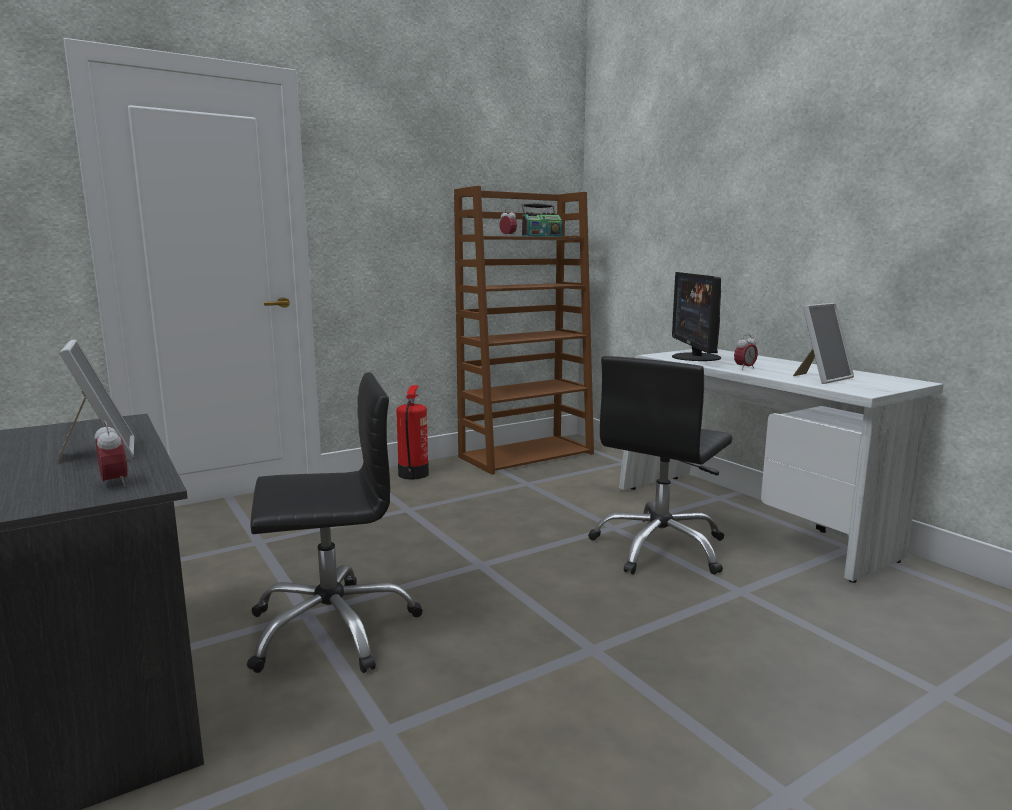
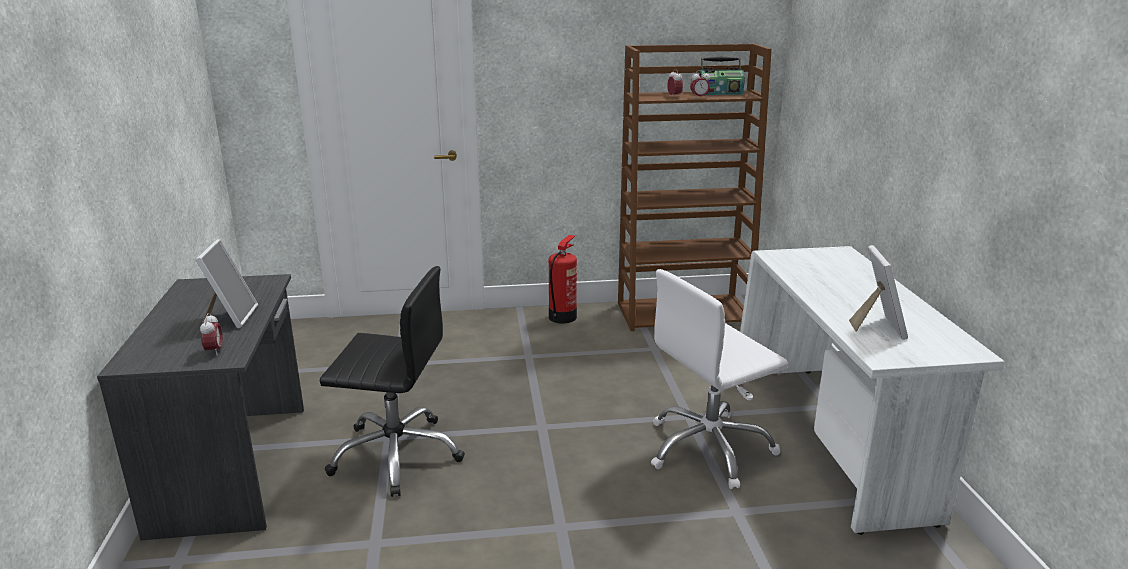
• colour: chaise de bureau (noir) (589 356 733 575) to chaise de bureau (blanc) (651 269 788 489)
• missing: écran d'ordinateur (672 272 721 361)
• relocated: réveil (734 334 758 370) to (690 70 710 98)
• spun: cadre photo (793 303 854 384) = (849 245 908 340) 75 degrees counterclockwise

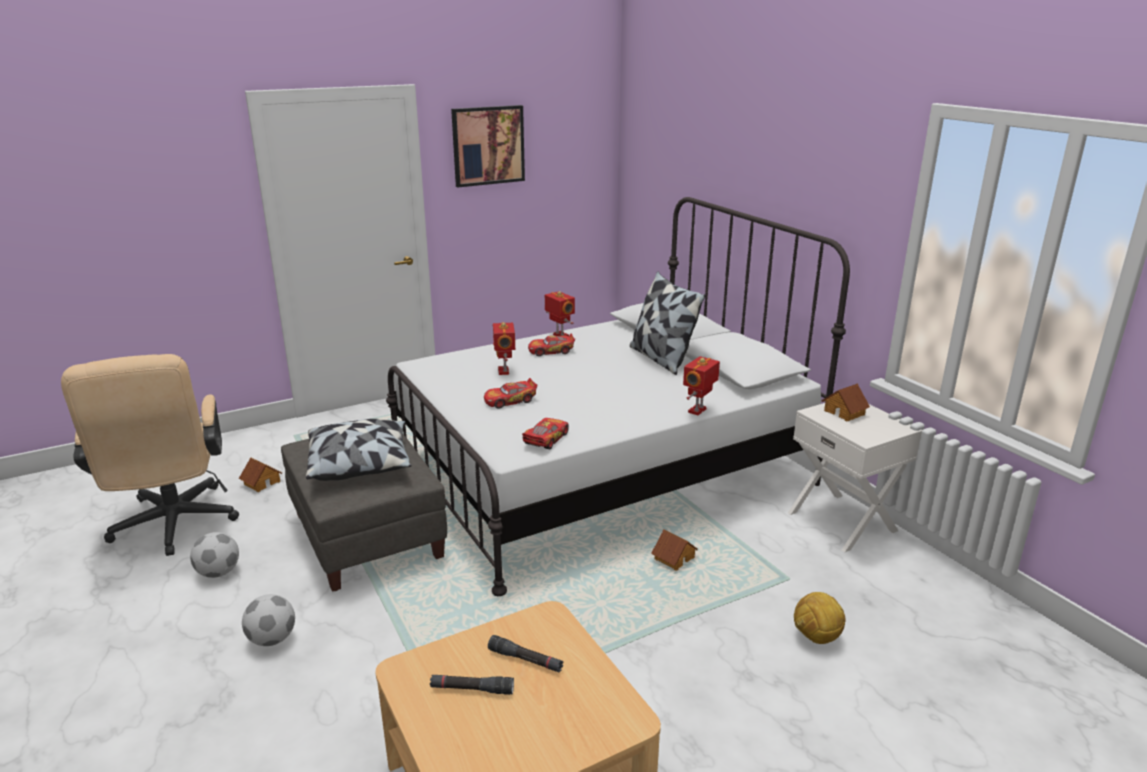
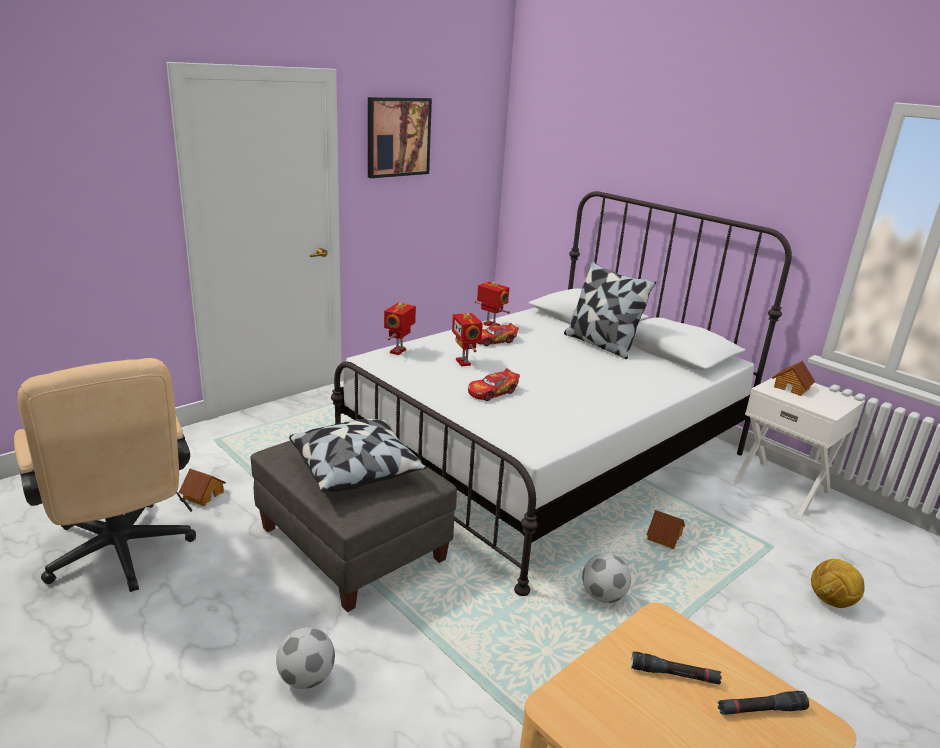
• relocated: ballon de foot (190 532 239 578) to (582 553 631 603)
• relocated: lampe de poche (noir) (430 675 514 695) to (718 691 809 715)
• missing: petite voiture (522 418 569 449)
• relocated: robot jouet (683 356 720 415) to (384 303 416 355)

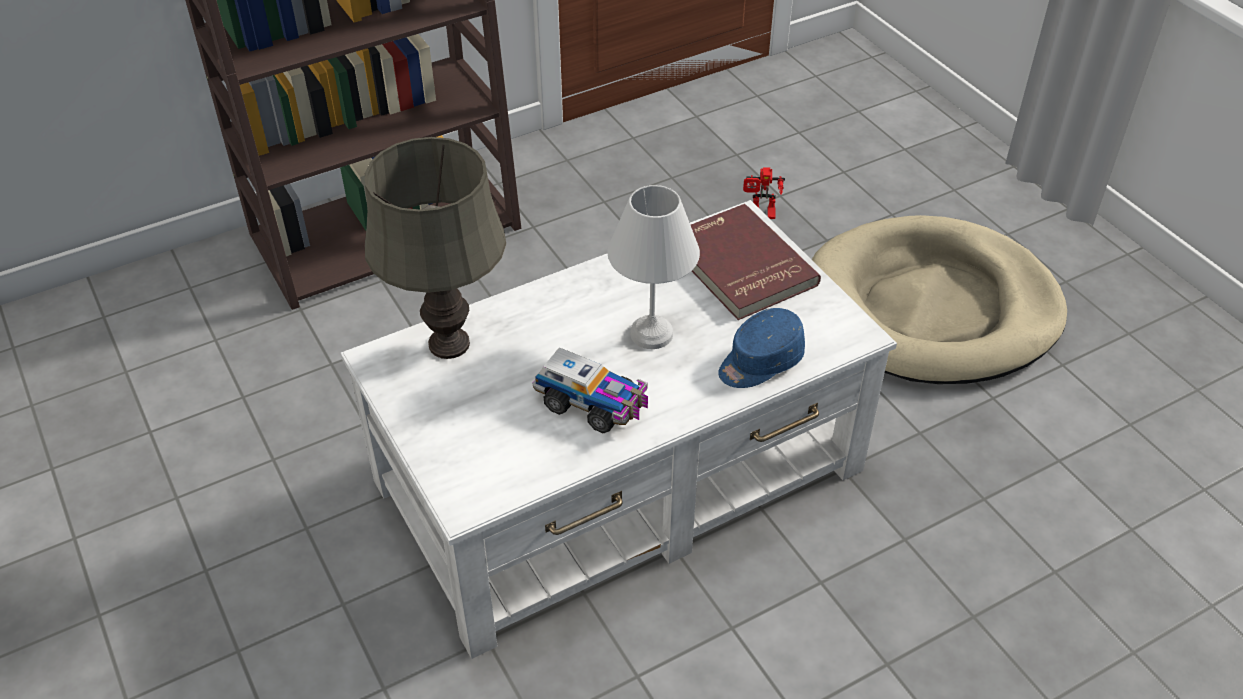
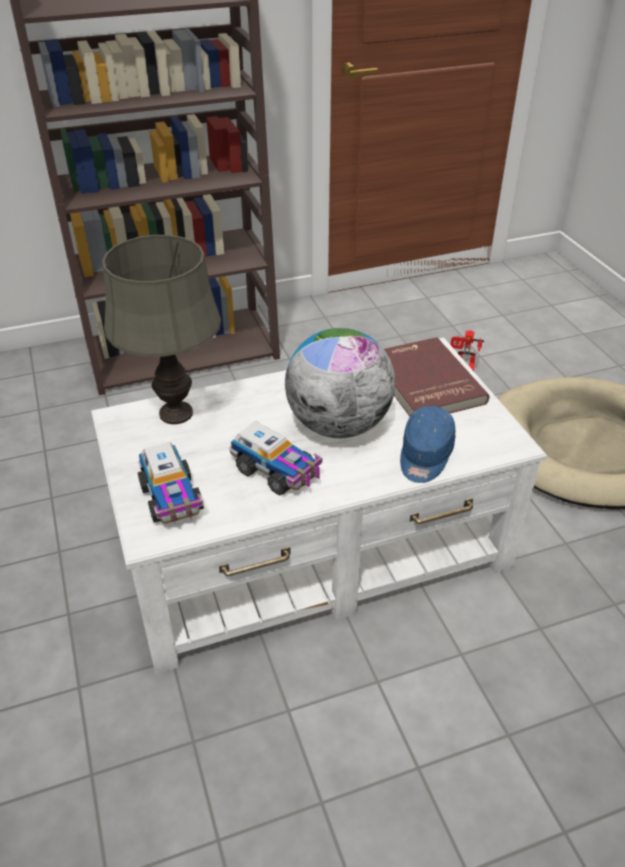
• exchanged: lampe de table (blanc) (608 185 700 349) to globe (285 328 395 438)
• spun: casquette (bleu) (718 308 805 388) = (400 406 456 483) 45 degrees counterclockwise
• appeared: camion jouet (138 442 204 524)

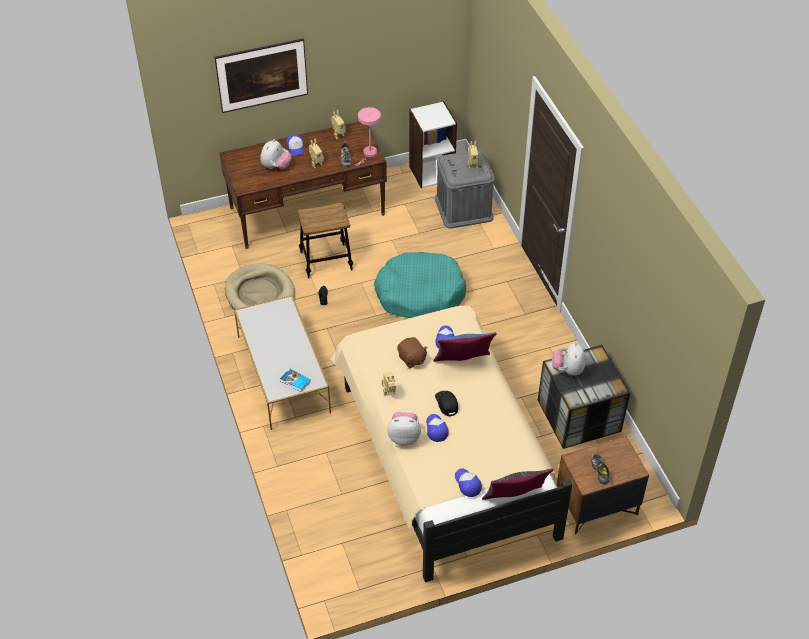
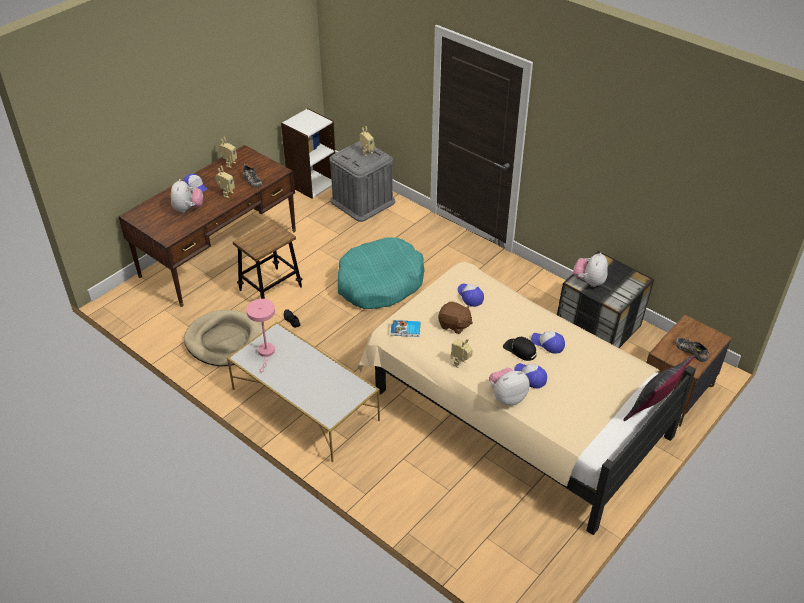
• missing: tableau (215 39 308 113)
• relocated: livre (280 368 311 392) to (391 320 420 337)
• relocated: lampe de table (rose) (356 107 381 166) to (246 299 275 372)
• missing: coussin (bleu) (433 332 497 362)
• relocated: casquette (455 468 482 497) to (531 331 565 354)
• spun: peluche (552 343 585 375) = (573 252 608 287) 45 degrees clockwise

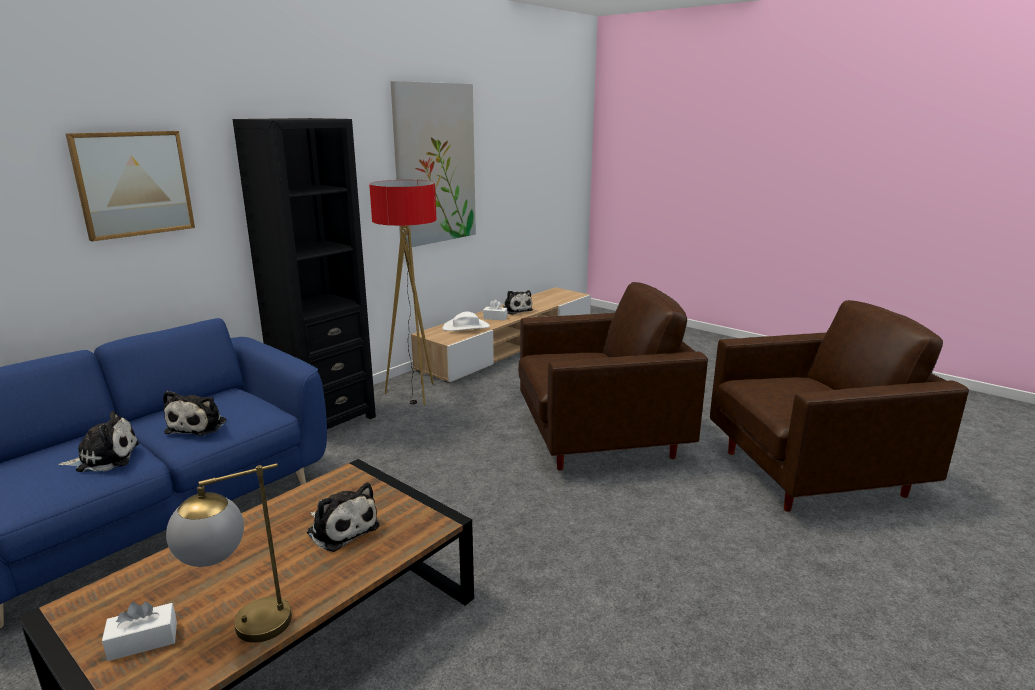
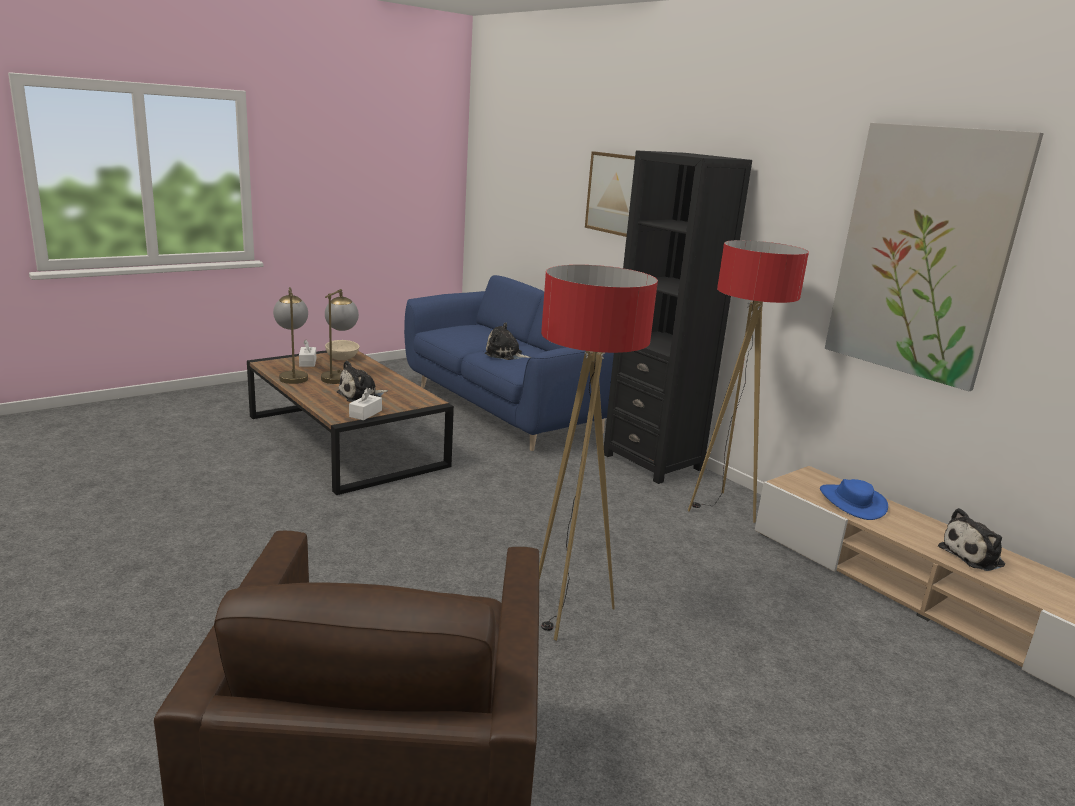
• missing: peluche (58 411 139 472)
• colour: chapeau (blanc) (442 311 490 331) to chapeau (bleu) (820 479 888 520)
• relocated: boîte à mouchoirs (blanc) (483 300 507 320) to (349 388 382 420)
• exchanged: fauteuil (marron) (518 282 708 470) to lampadaire (539 265 658 641)
• appeared: lampe de table (321 289 359 384)
• appeared: bol (beige) (325 340 359 360)

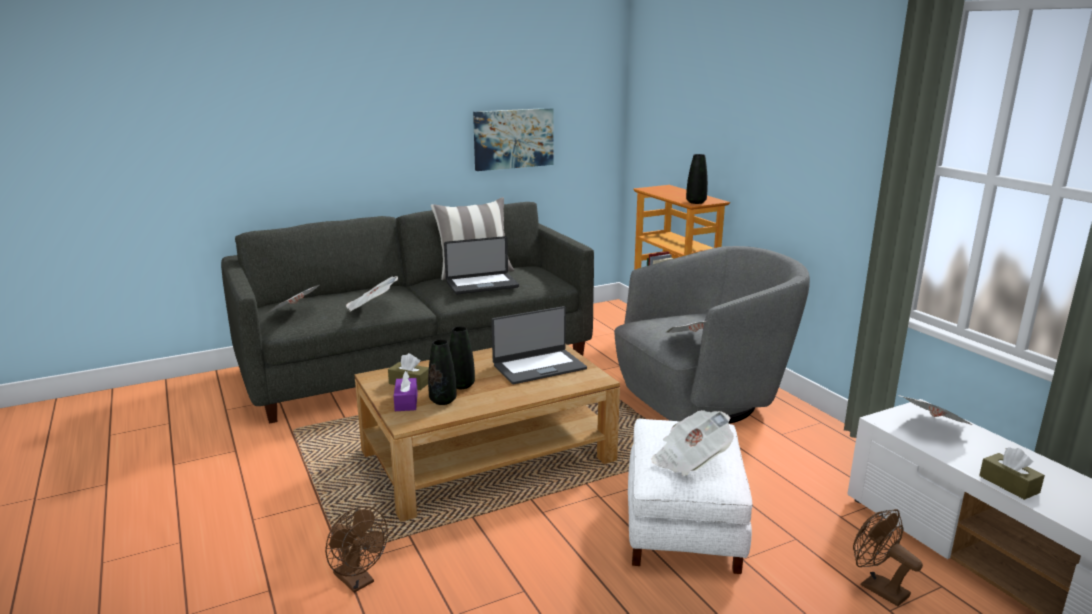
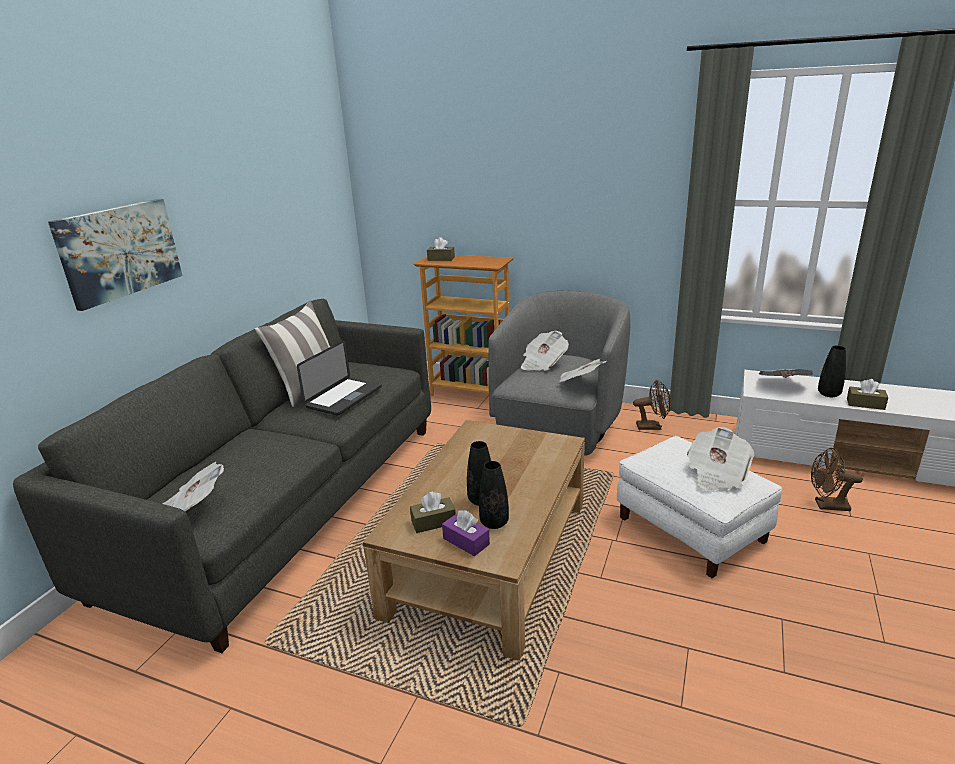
• relocated: ventilateur (marron) (325 506 388 593) to (633 380 671 430)
• relocated: journal (346 276 398 312) to (521 331 569 371)
• relocated: tableau (473 108 554 171) to (48 199 182 311)
• missing: ordinateur portable (492 306 587 384)
• relocated: vase (noir) (686 154 708 204) to (818 346 846 397)
• appeared: boîte à mouchoirs (marron) (427 237 455 261)

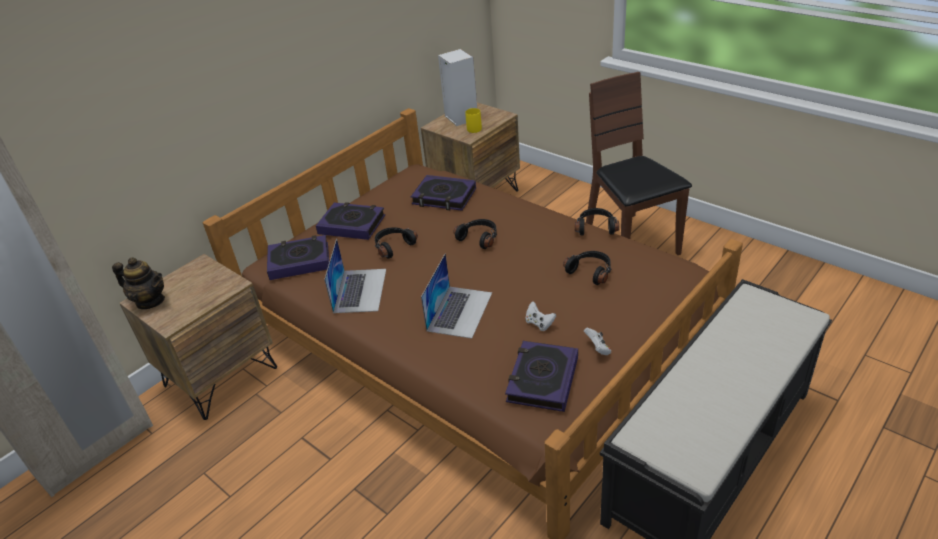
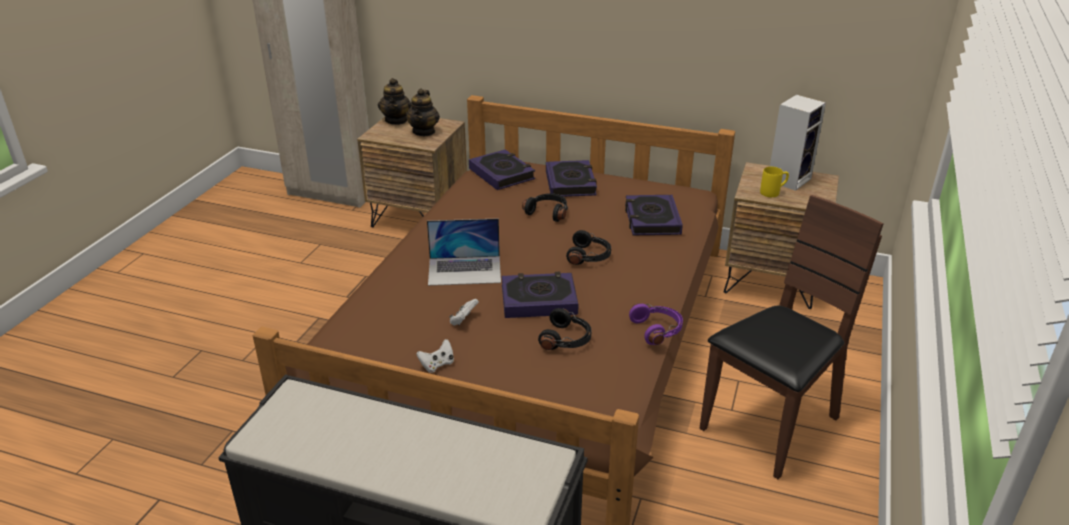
• missing: ordinateur portable (324 239 386 313)
• relocated: livre (505 341 578 412) to (502 272 578 318)
• colour: casque audio (noir) (575 208 619 236) to casque audio (violet) (629 304 683 345)
• appeared: théière (406 88 440 136)

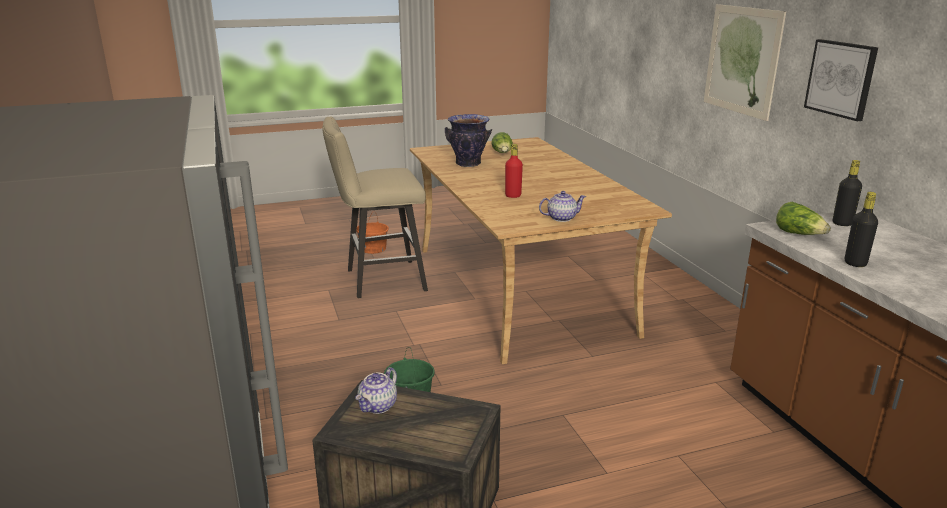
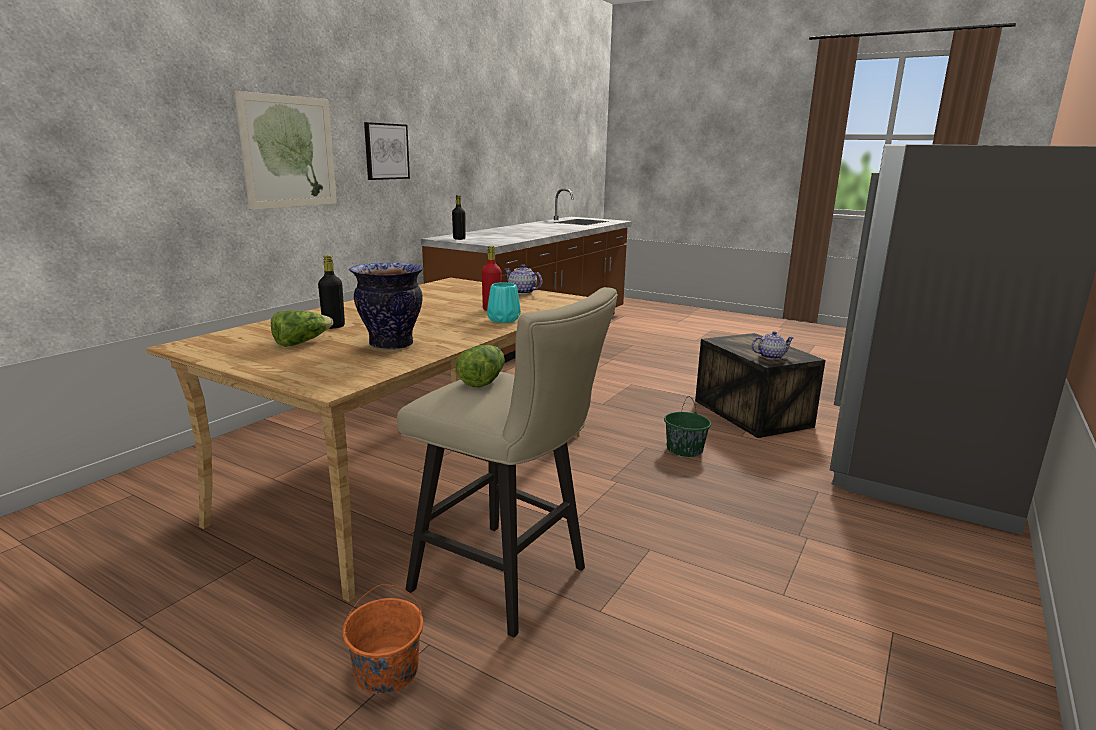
• relocated: laitue (776 202 831 235) to (456 345 505 388)
• relocated: bouteille (noir) (845 192 878 267) to (318 255 345 329)
• appeared: vase (turquoise) (487 282 521 323)

